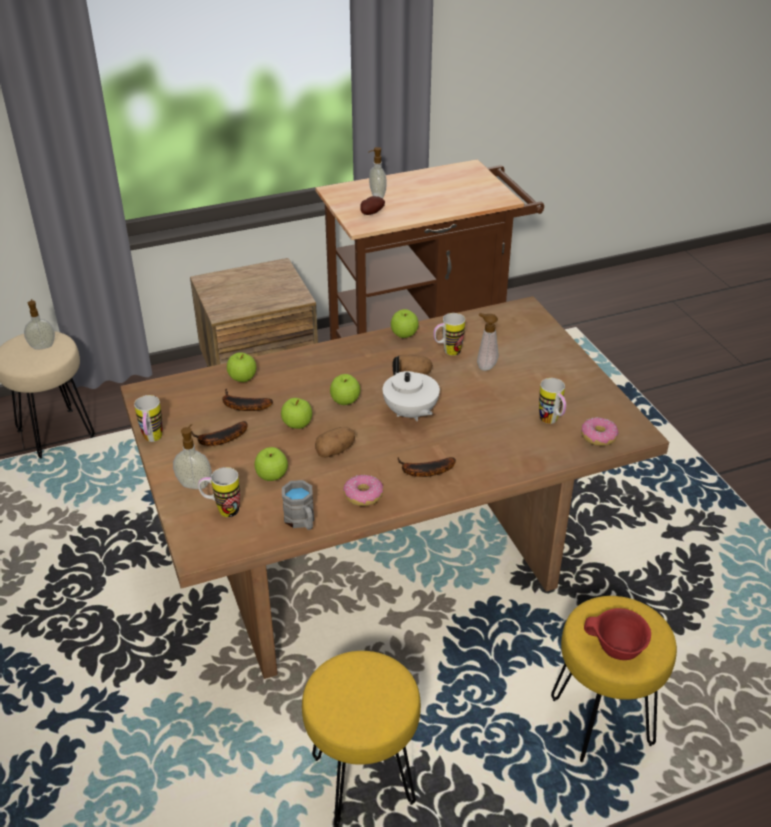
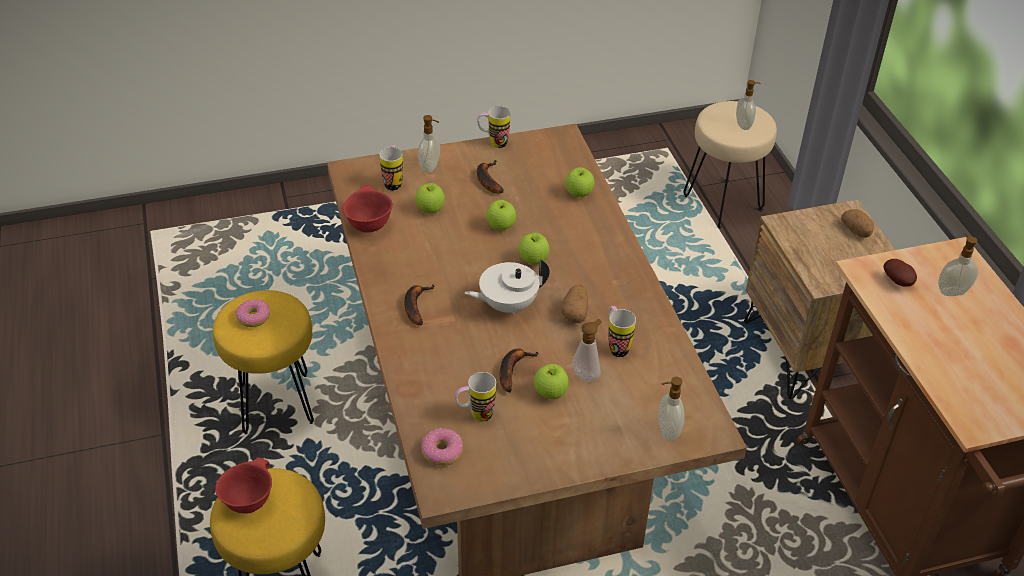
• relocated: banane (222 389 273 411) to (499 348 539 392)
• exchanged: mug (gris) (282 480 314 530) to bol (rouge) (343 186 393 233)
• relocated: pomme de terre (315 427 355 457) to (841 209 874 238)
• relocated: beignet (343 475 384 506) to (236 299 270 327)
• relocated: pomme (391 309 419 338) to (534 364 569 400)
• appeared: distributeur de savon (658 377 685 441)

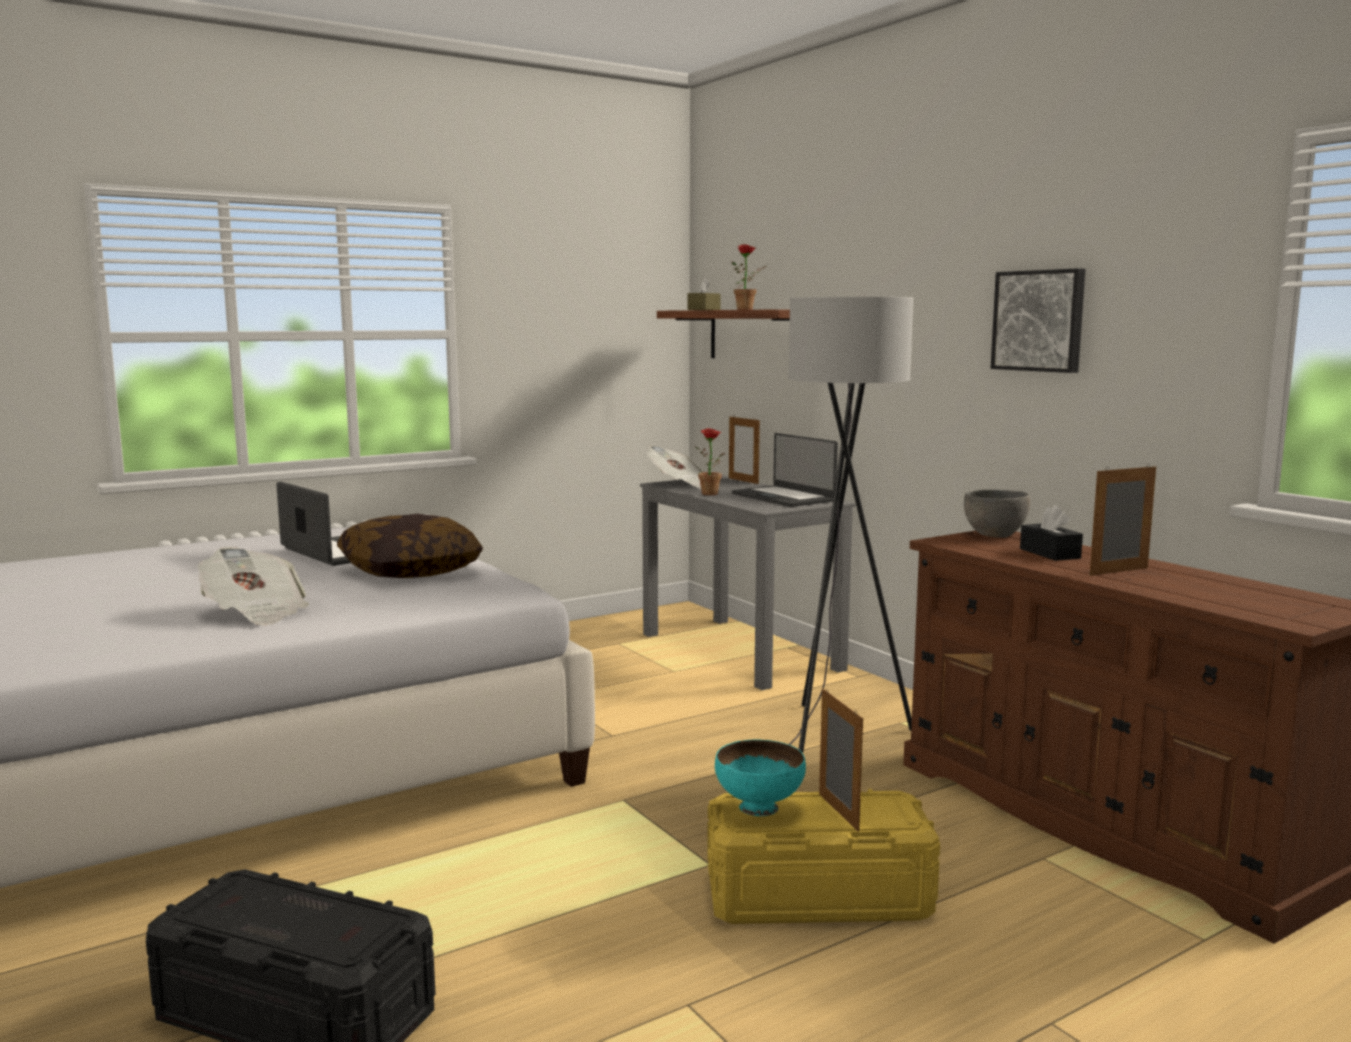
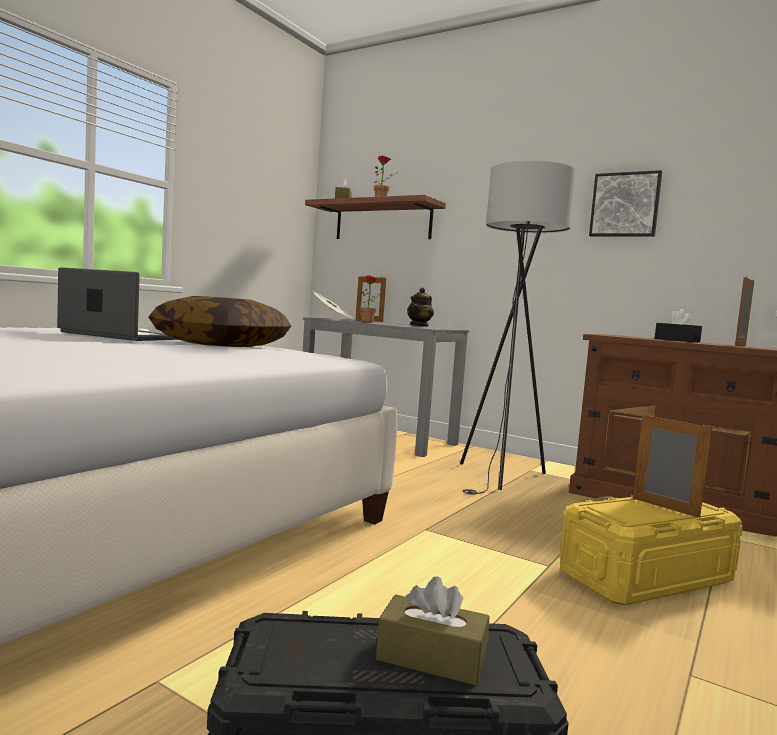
• missing: journal (197 547 309 626)
• missing: bol (turquoise) (715 739 806 816)
• exchanged: ordinateur portable (732 433 838 507) to théière (407 287 434 327)
• missing: bol (gris) (964 490 1030 538)
• appeared: boîte à mouchoirs (marron) (376 576 489 686)

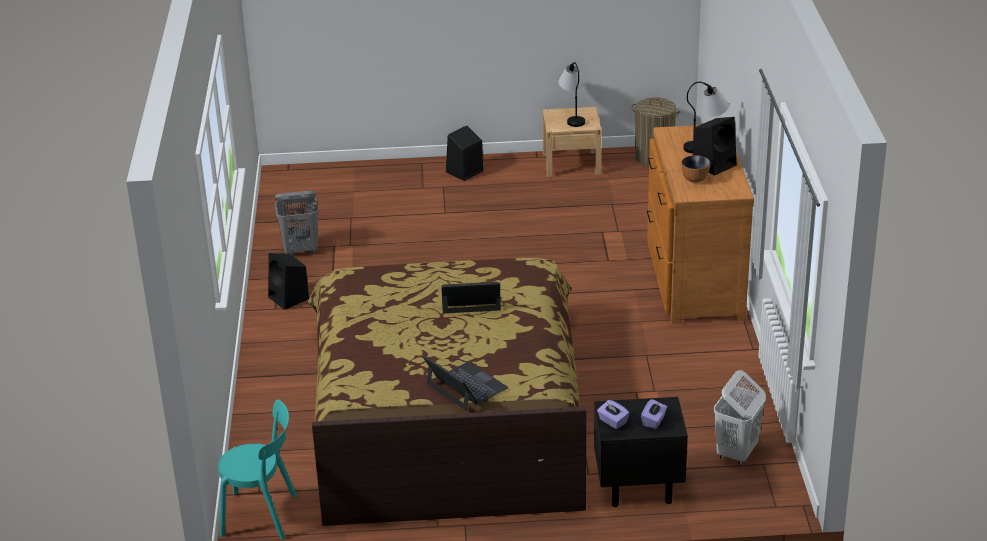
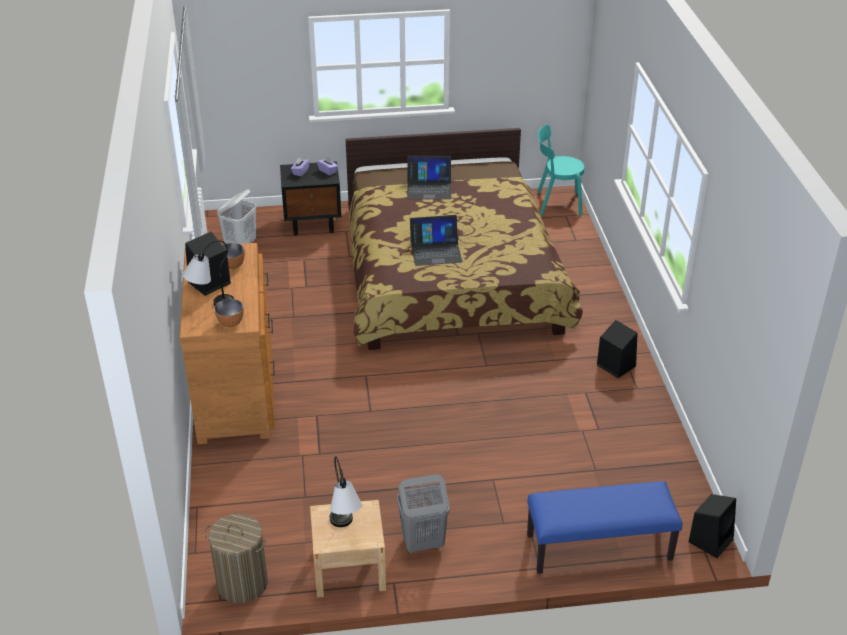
• relocated: panier à linge (gris) (275 191 318 256) to (397 474 450 553)
• spun: ordinateur portable (422 355 508 411) = (407 156 452 199) 45 degrees counterclockwise
• relocated: enceinte (noir) (446 125 483 181) to (689 494 736 558)
• appeared: bol (214 299 244 327)
• appeared: banc (bleu) (527 481 683 574)

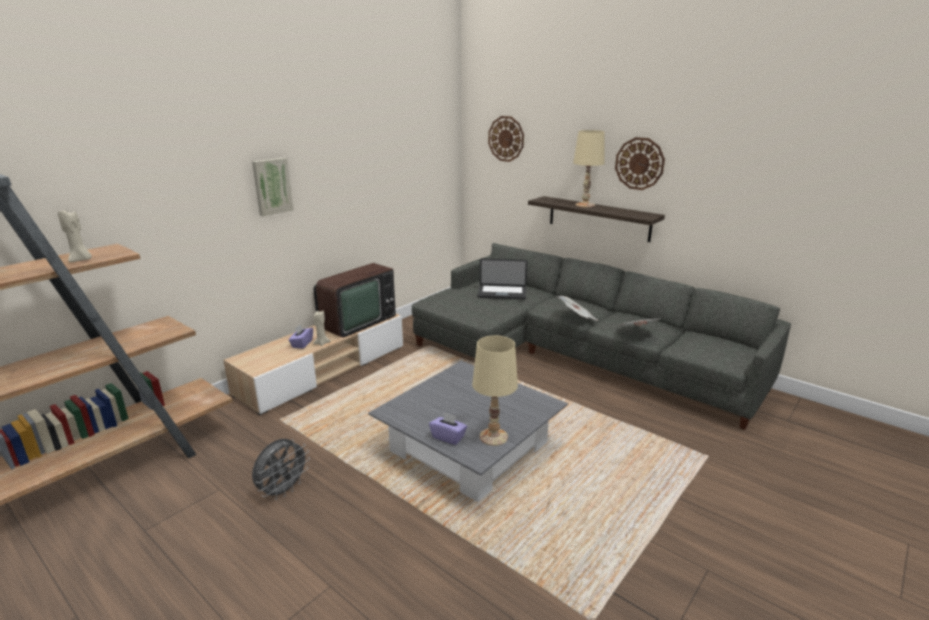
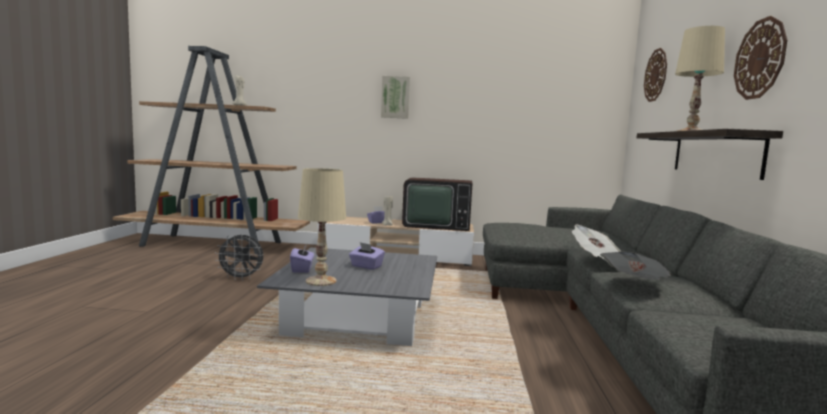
• missing: ordinateur portable (477 259 528 300)
• appeared: boîte à mouchoirs (violet) (349 242 385 270)

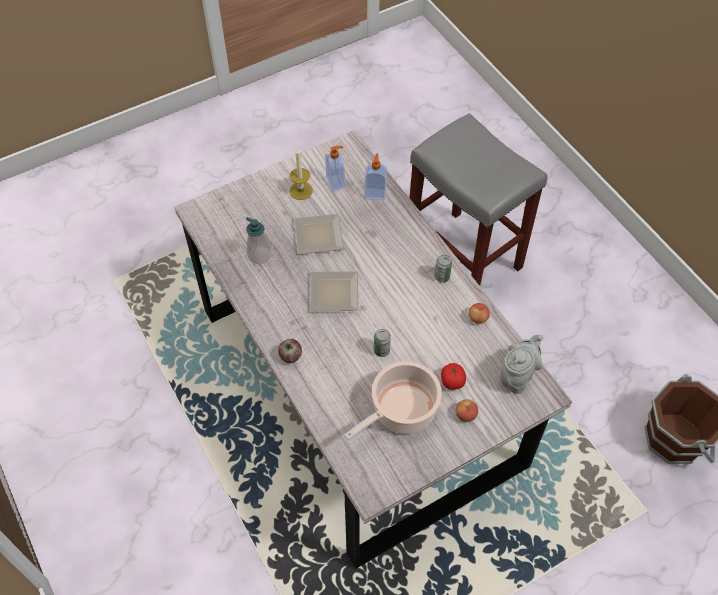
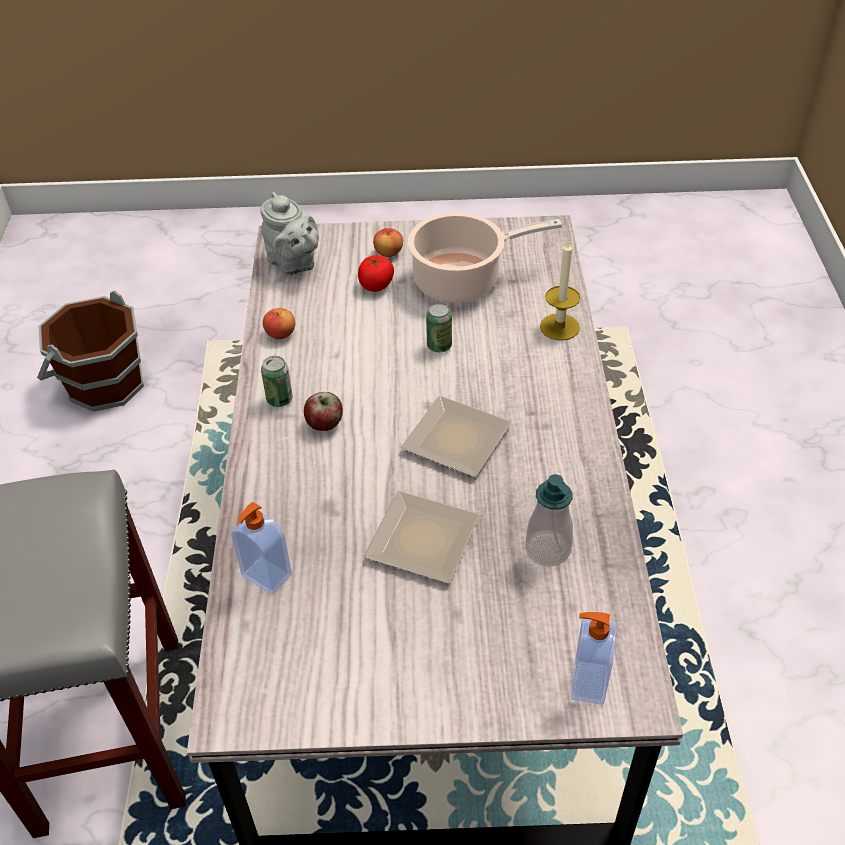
• relocated: pomme (278 339 302 363) to (304 392 343 431)
• relocated: bougie (289 147 313 200) to (540 239 580 341)
• relocated: distributeur de savon (325 146 345 191) to (571 612 616 705)
• spun: théière (gris) (500 335 544 394) = (260 192 319 275) 105 degrees counterclockwise

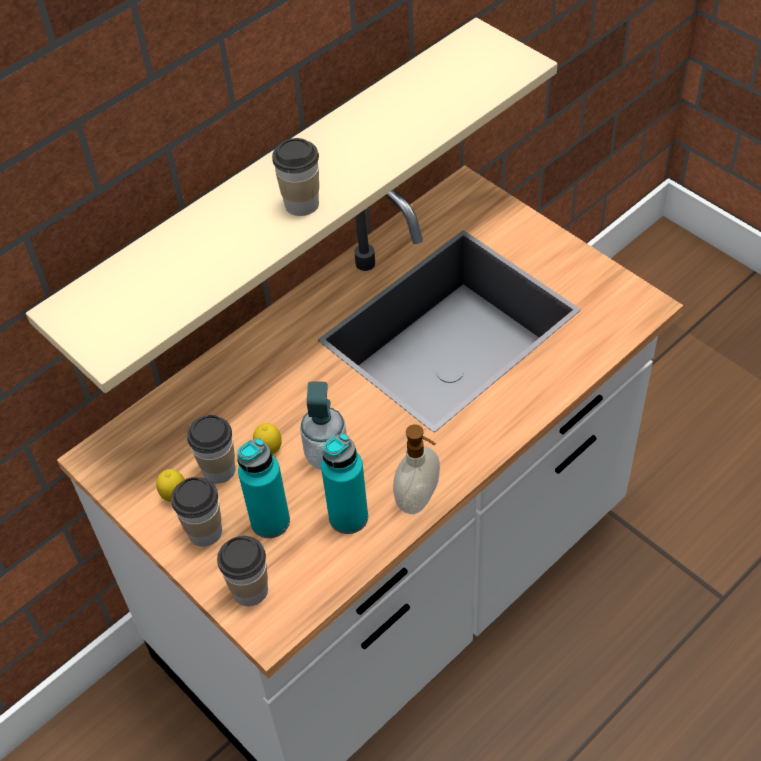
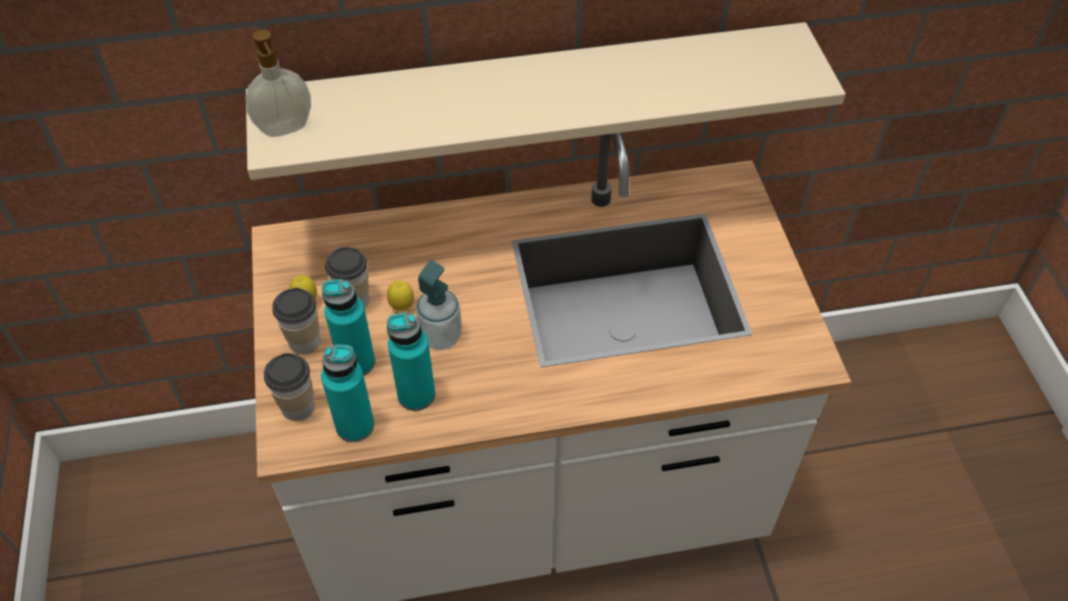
• missing: tasse (272 138 319 216)
• relocated: distributeur de savon (393 424 440 514) to (245 29 311 137)
• appeared: bouteille (turquoise) (321 345 374 442)

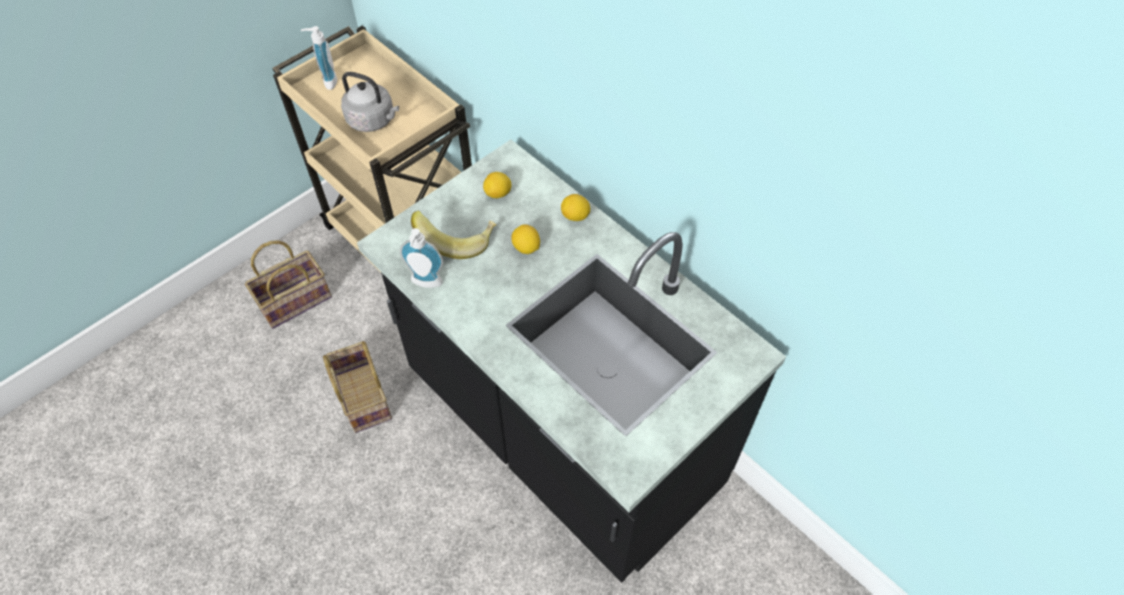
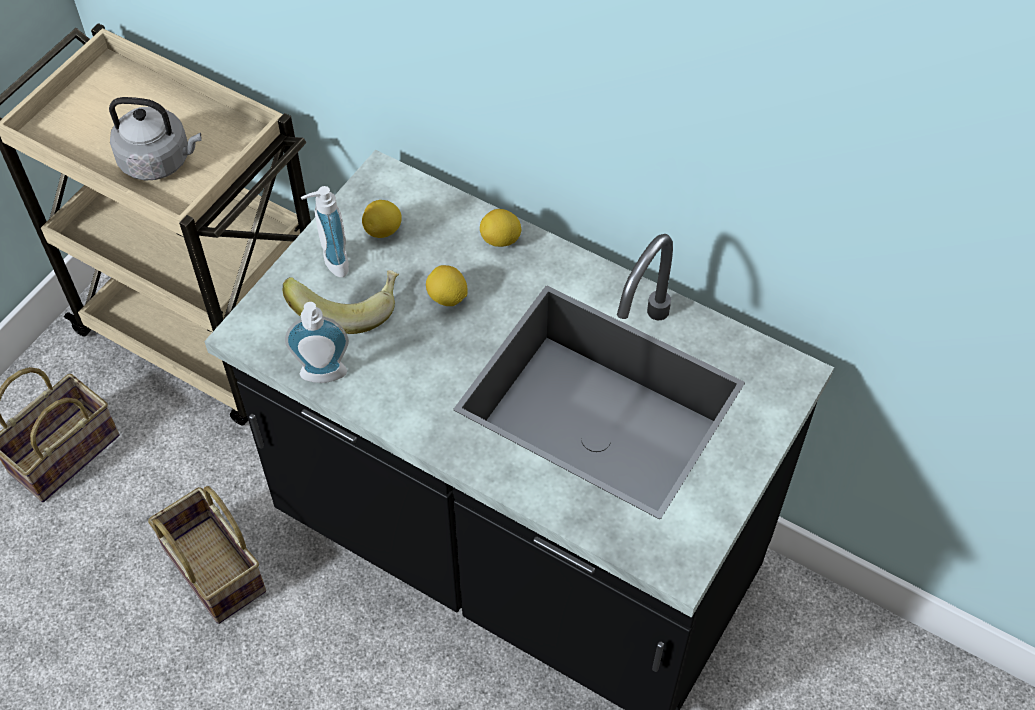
• relocated: distributeur de savon (301 26 337 90) to (301 186 349 277)

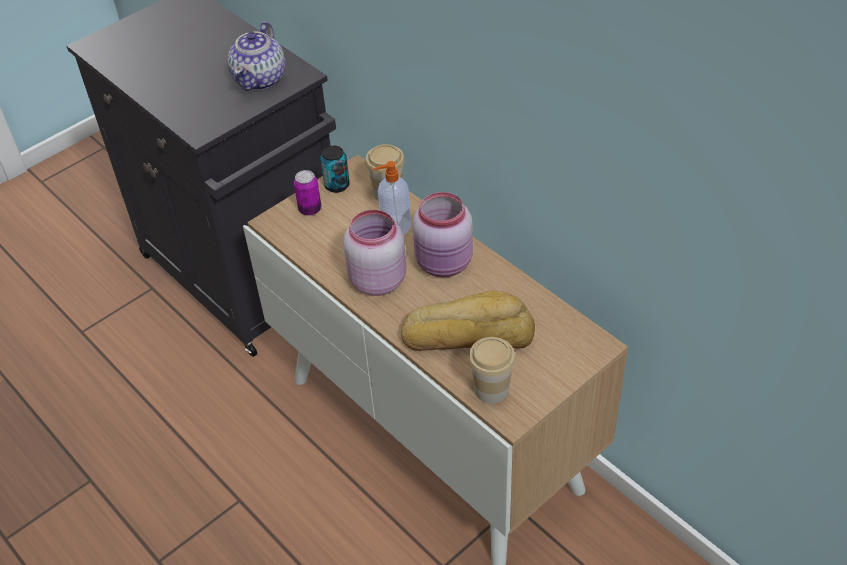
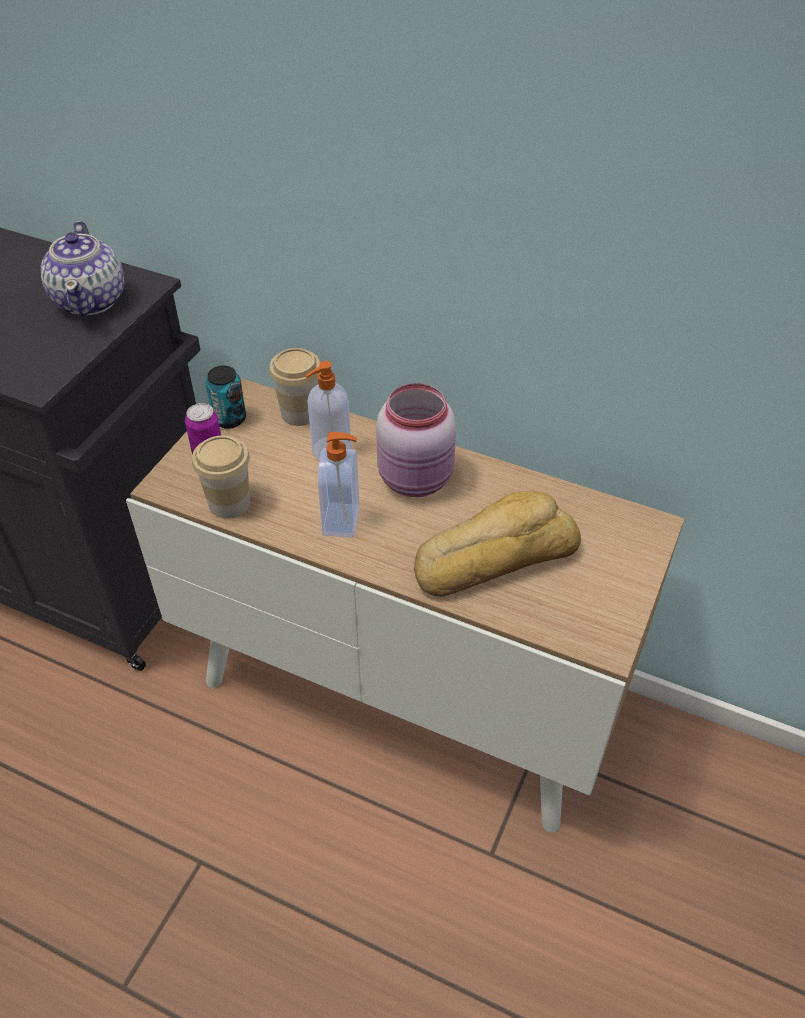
• exchanged: bocal (rose) (343 210 406 296) to distributeur de savon (318 432 359 538)
• relocated: tasse (468 337 516 404) to (192 436 250 519)

